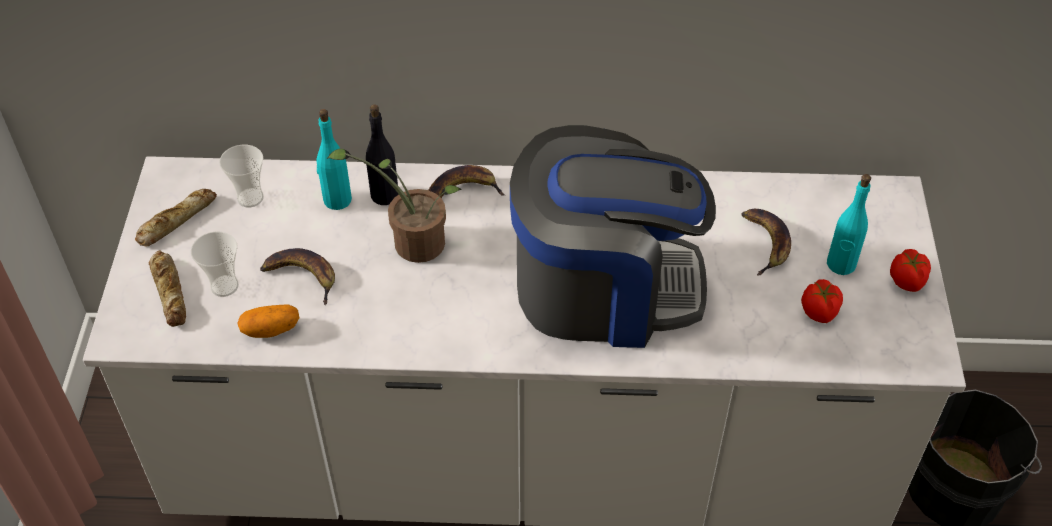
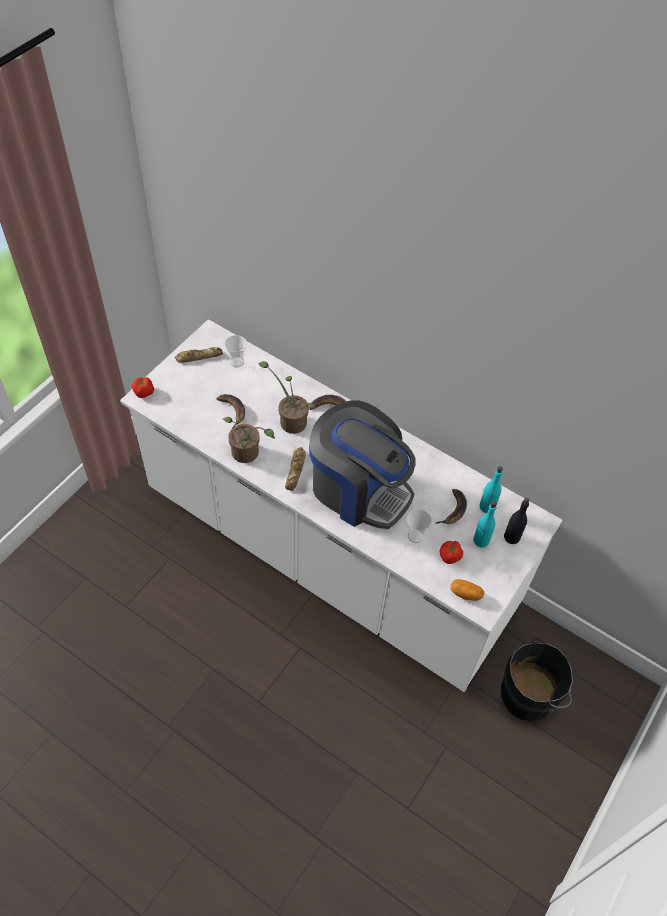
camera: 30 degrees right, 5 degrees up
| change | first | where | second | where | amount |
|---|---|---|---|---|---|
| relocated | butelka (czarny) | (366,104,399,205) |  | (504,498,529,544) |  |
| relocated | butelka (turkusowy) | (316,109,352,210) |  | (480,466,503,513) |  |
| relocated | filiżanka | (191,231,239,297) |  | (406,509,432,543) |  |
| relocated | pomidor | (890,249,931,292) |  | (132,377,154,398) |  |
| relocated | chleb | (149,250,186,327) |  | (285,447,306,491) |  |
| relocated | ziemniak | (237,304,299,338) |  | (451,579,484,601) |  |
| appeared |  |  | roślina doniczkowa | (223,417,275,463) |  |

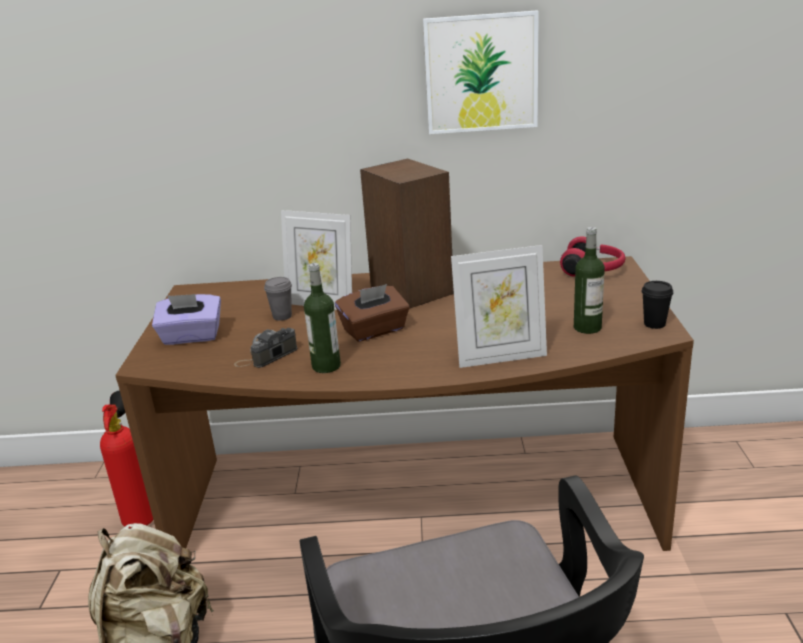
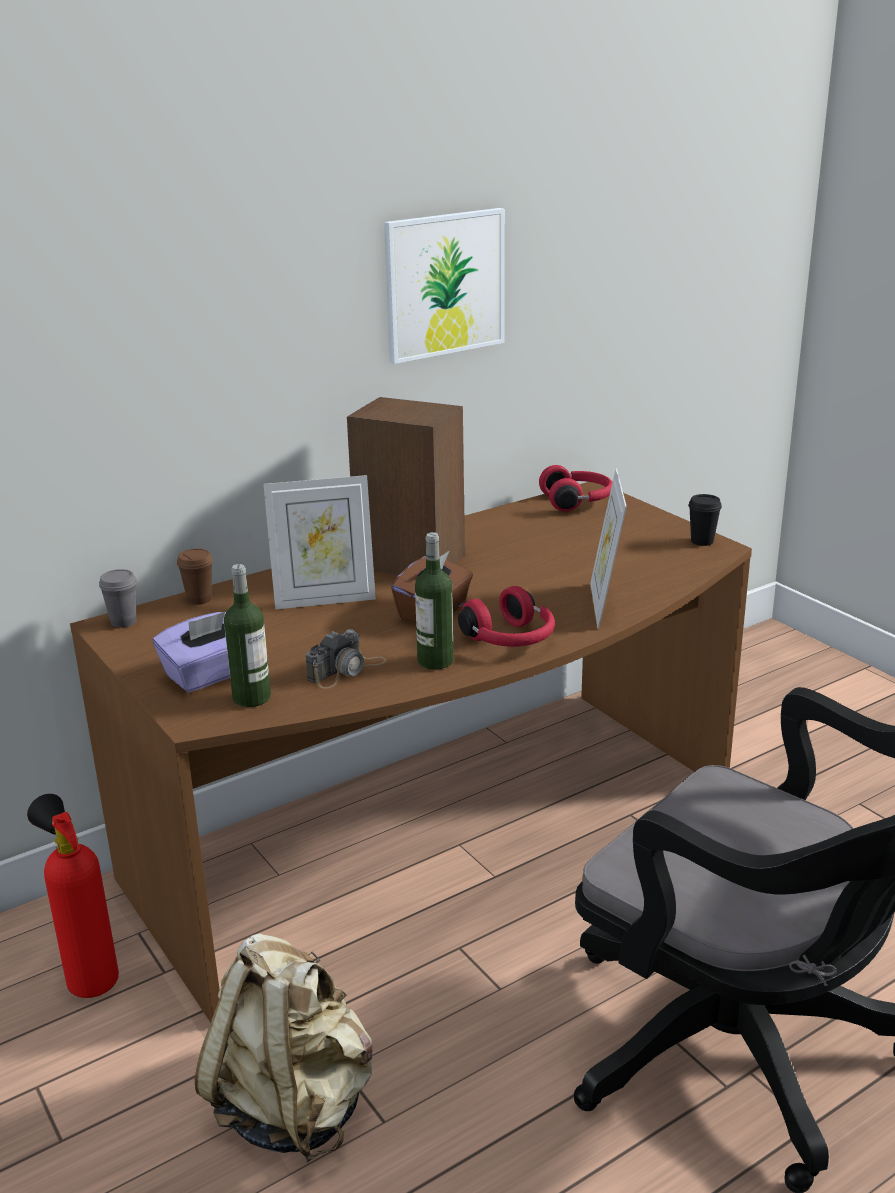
camera: 35 degrees left, 0 degrees up
| change | first | where | second | where | amount |
|---|---|---|---|---|---|
| relocated | butelka | (574,227,605,334) |  | (224,564,271,707) |  |
| spun | ramka na zdjęcie | (451,245,547,368) |  | (590,469,627,629) | 135 degrees clockwise |
| relocated | filiżanka (szary) | (264,277,292,321) |  | (99,569,137,628) |  |
| spun | aparat fotograficzny | (234,328,298,368) |  | (306,629,387,689) | 150 degrees counterclockwise |
| appeared |  |  | filiżanka (brązowy) | (177,548,213,605) |  |
| appeared |  |  | słuchawki (czerwony) | (458,586,555,647) |  |

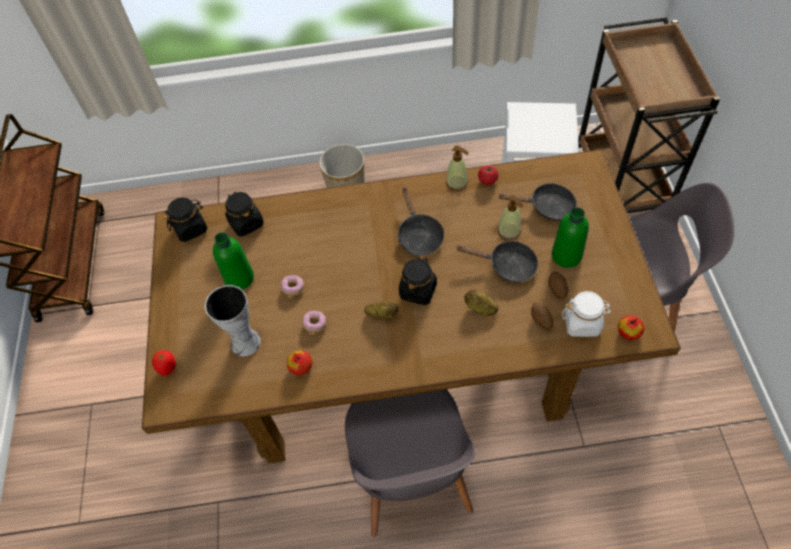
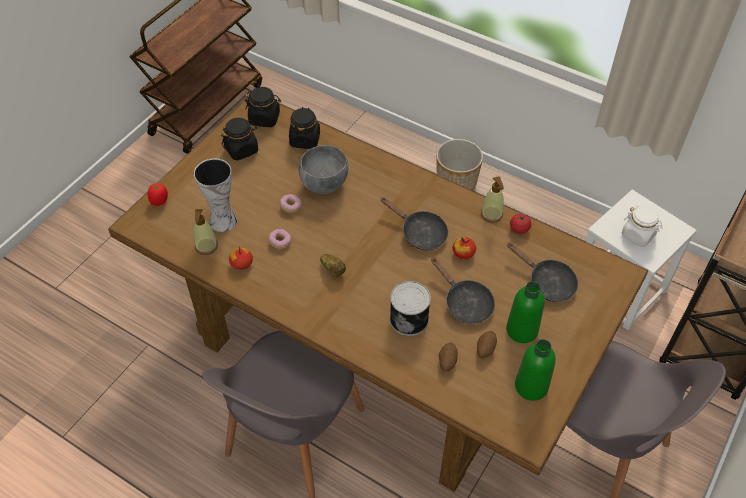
camera: 35 degrees right, 5 degrees down
| change | first | where | second | where | amount |
|---|---|---|---|---|---|
| spun | patelnia (czarny) | (398,187,444,256) |  | (380,197,448,251) | 75 degrees counterclockwise |
| relocated | dozownik mydła | (498,195,523,241) |  | (193,209,218,255) |  |
| relocated | butelka (zielony) | (213,232,254,290) |  | (515,339,556,401) |  |
| relocated | słoik (czarny) | (399,257,437,305) |  | (221,118,258,161) |  |
| exchanged | ziemniak | (464,290,498,316) | puszka | (390,281,431,336) |  |
| relocated | słoik (biały) | (562,291,611,337) |  | (622,205,663,247) |  |
| relocated | jabłko | (618,315,644,340) |  | (453,237,476,259) |  |
| appeared |  |  | miska (szary) | (299,145,349,194) |  |

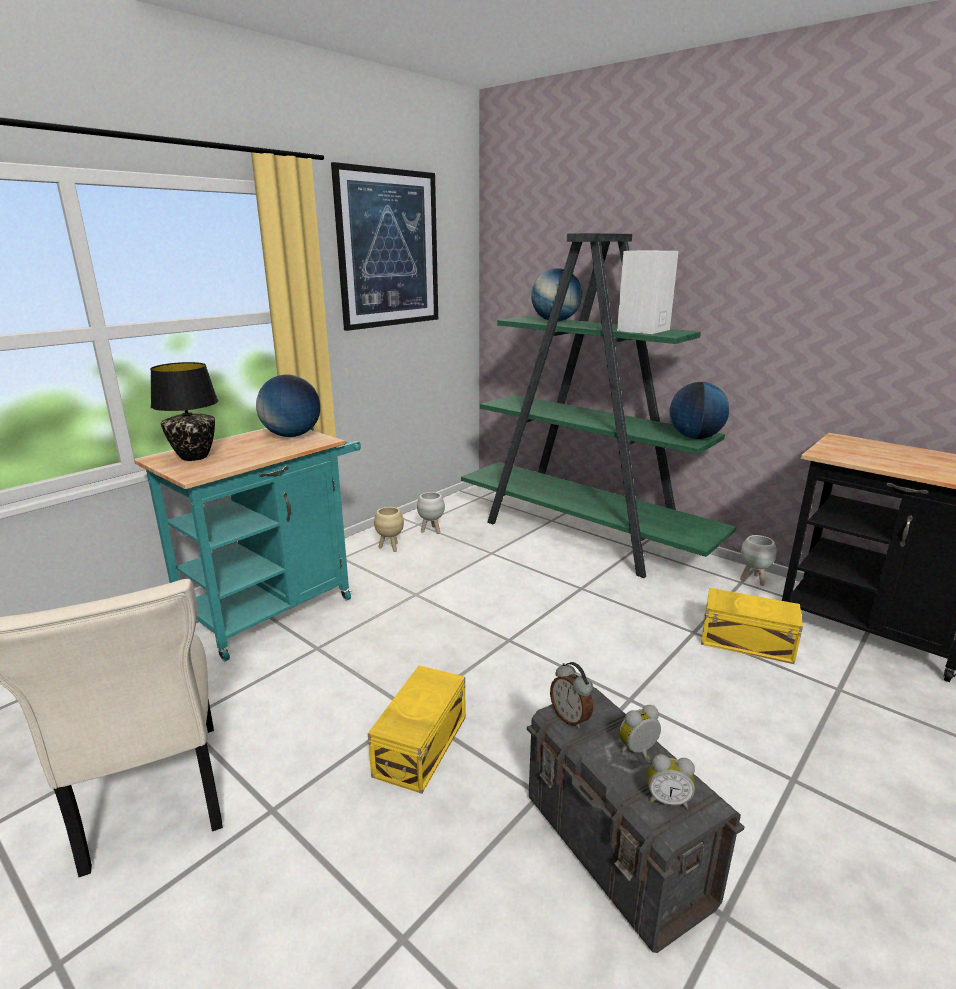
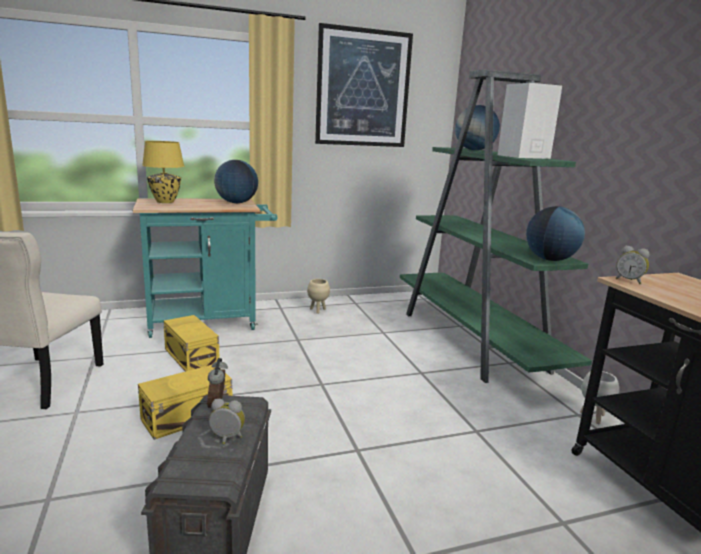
camera: 30 degrees right, 5 degrees down
| change | first | where | second | where | amount |
|---|---|---|---|---|---|
| colour | lampa stołowa (czarny) | (150,362,218,461) | lampa stołowa (żółty) | (142,141,184,203) |  |
| missing | donica (biały) | (417,492,445,534) |  |  |  |
| relocated | pojemnik do przechowywania (żółty) | (701,588,803,664) |  | (163,315,219,372) |  |
| relocated | budzik | (648,754,695,809) |  | (616,246,649,284) |  |

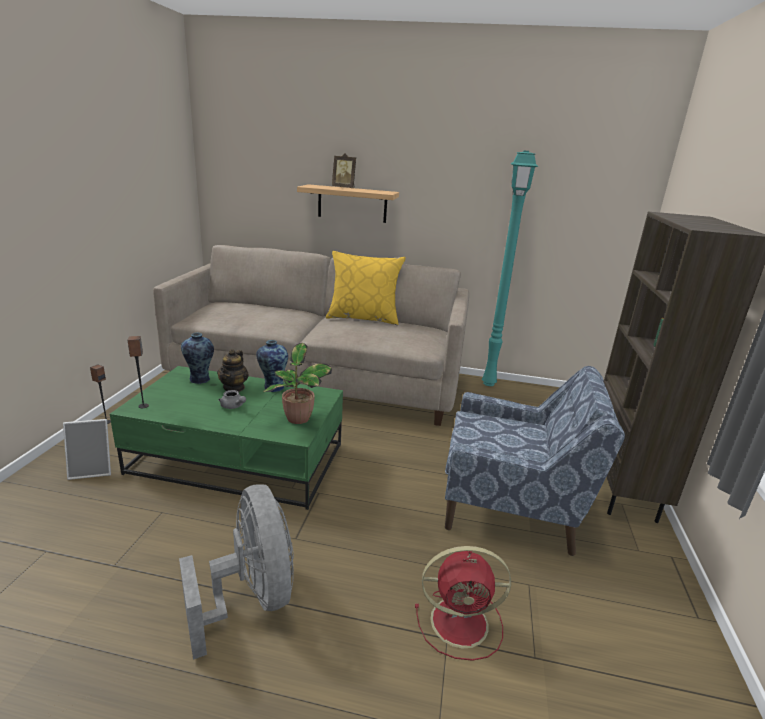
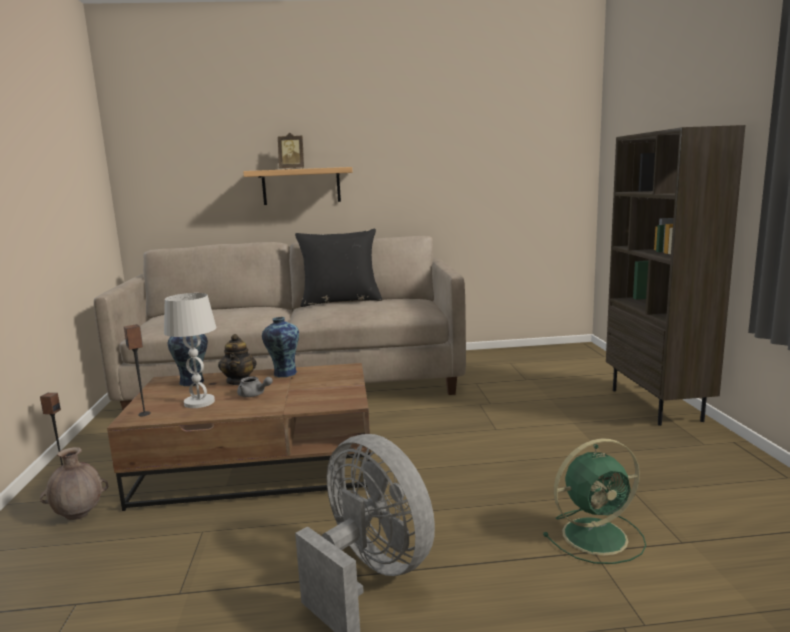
camera: 15 degrees left, 10 degrees down
| change | first | where | second | where | amount |
|---|---|---|---|---|---|
| missing | lampa stojąca (turkusowy) | (482,150,538,386) |  |  |  |
| colour | poduszka (żółty) | (326,251,406,325) | poduszka (czarny) | (295,229,382,307) |  |
| missing | roślina doniczkowa | (263,343,332,424) |  |  |  |
| colour | ława (zielony) | (110,366,343,510) | ława (brązowy) | (107,363,371,511) |  |
| missing | fotel (niebieski) | (445,366,625,556) |  |  |  |
| exchanged | ramka na zdjęcie | (63,419,111,480) | wazon (brązowy) | (40,447,108,520) |  |
| colour | wentylator (czerwony) | (415,546,511,661) | wentylator (zielony) | (543,438,646,564) |  |
| appeared |  |  | lampa stołowa (biały) | (164,293,217,408) |  |

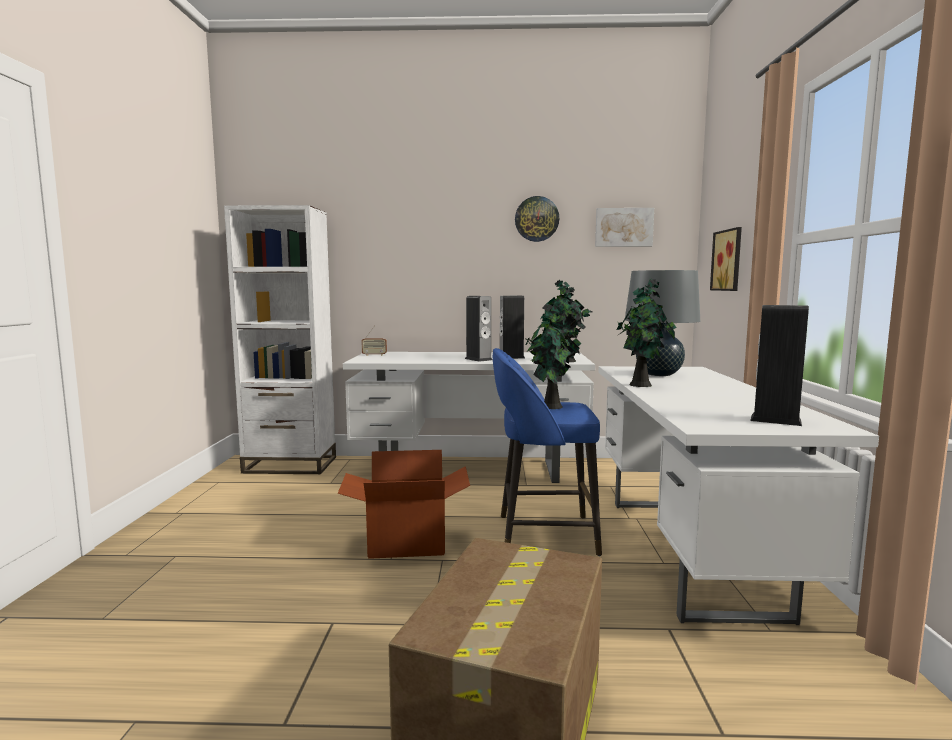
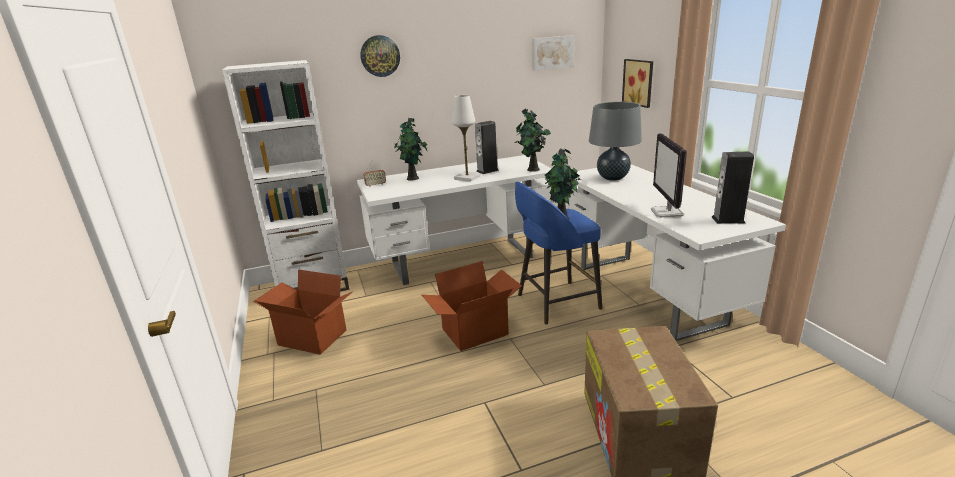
camera: 20 degrees left, 15 degrees up
| change | first | where | second | where | amount |
|---|---|---|---|---|---|
| relocated | zegar ścienny | (515,196,559,242) |  | (360,35,400,77) |  |
| relocated | roślina doniczkowa | (617,278,677,387) |  | (394,118,427,181) |  |
| exchanged | głośnik | (465,296,492,362) | lampa stołowa (biały) | (452,95,480,182) |  |
| appeared |  |  | monitor | (651,133,687,218) |  |
| appeared |  |  | karton | (253,269,352,355) |  |

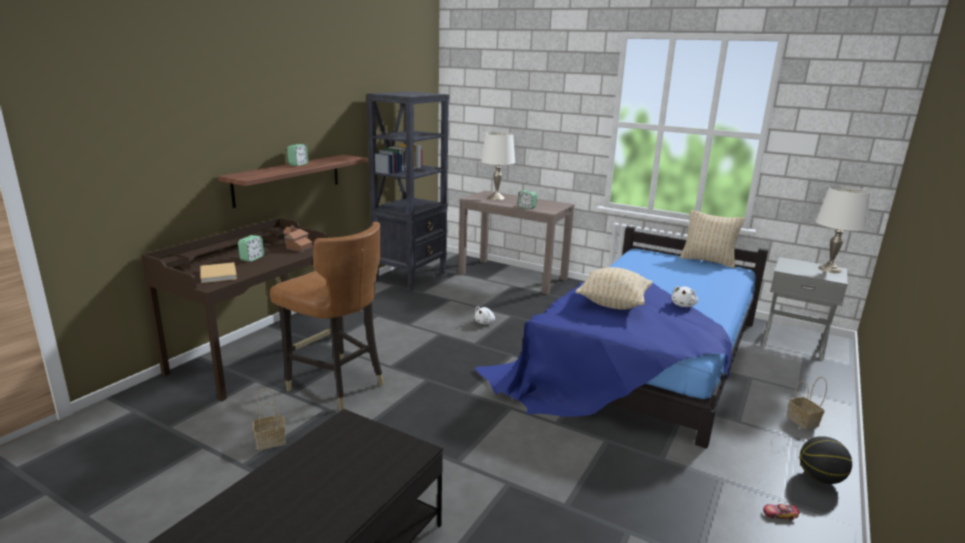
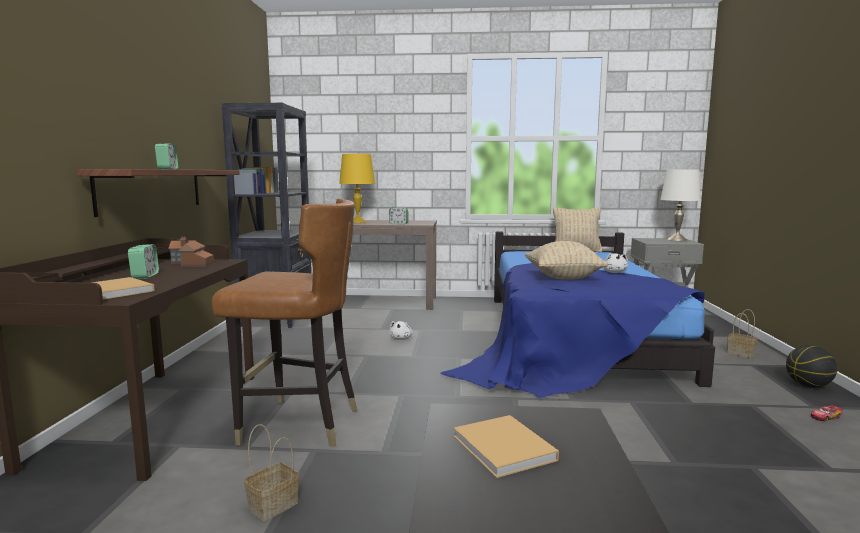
camera: 25 degrees left, 10 degrees down
| change | first | where | second | where | amount |
|---|---|---|---|---|---|
| colour | lampa stołowa (biały) | (481,132,515,200) | lampa stołowa (żółty) | (339,154,375,223) |  |
| appeared |  |  | książka (beżowy) | (454,415,559,478) |  |

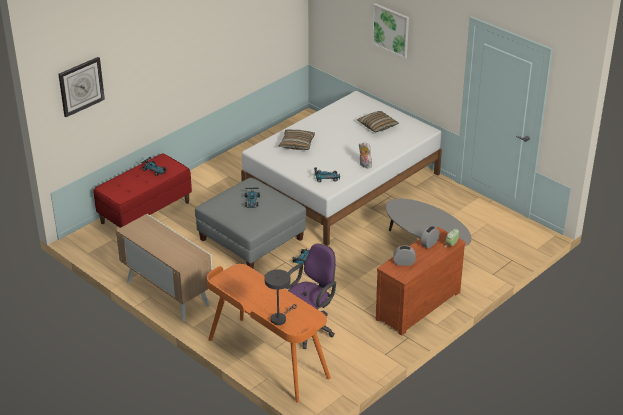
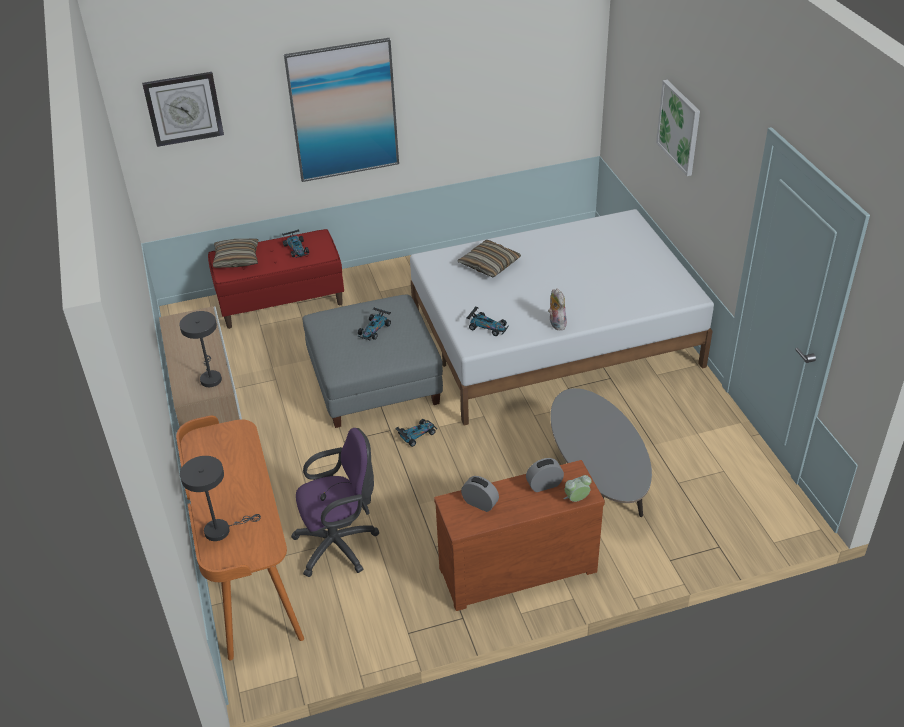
camera: 30 degrees right, 5 degrees up
| change | first | where | second | where | amount |
|---|---|---|---|---|---|
| relocated | poduszka | (357,111,399,133) |  | (213,239,259,268) |  |
| appeared |  |  | obraz | (284,38,399,182) |  |
| appeared |  |  | lampa stołowa (szary) | (179,311,222,387) |  |

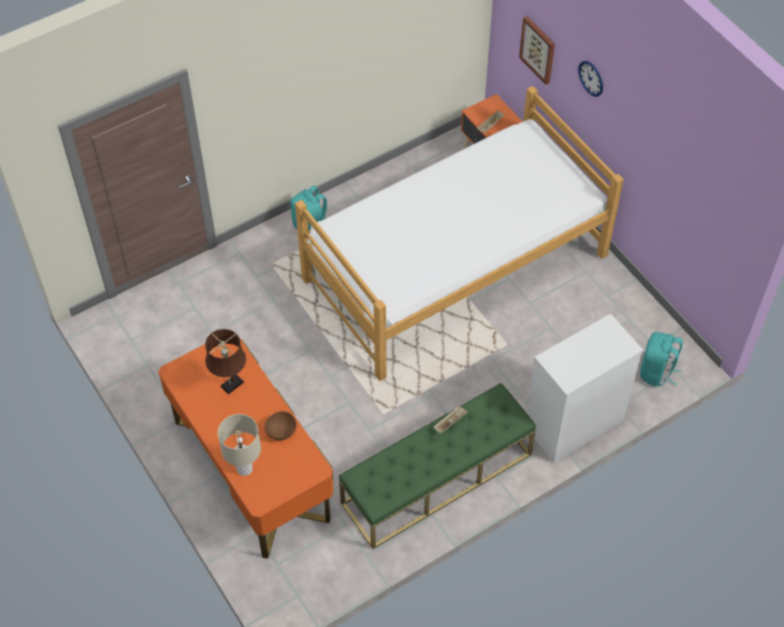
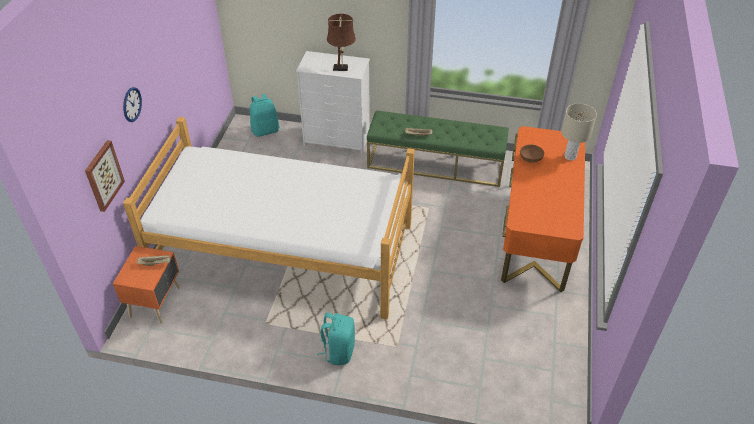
camera: 135 degrees left, 10 degrees down
| change | first | where | second | where | amount |
|---|---|---|---|---|---|
| relocated | lampa stołowa (brązowy) | (205,329,246,394) |  | (327,14,356,71) |  |

